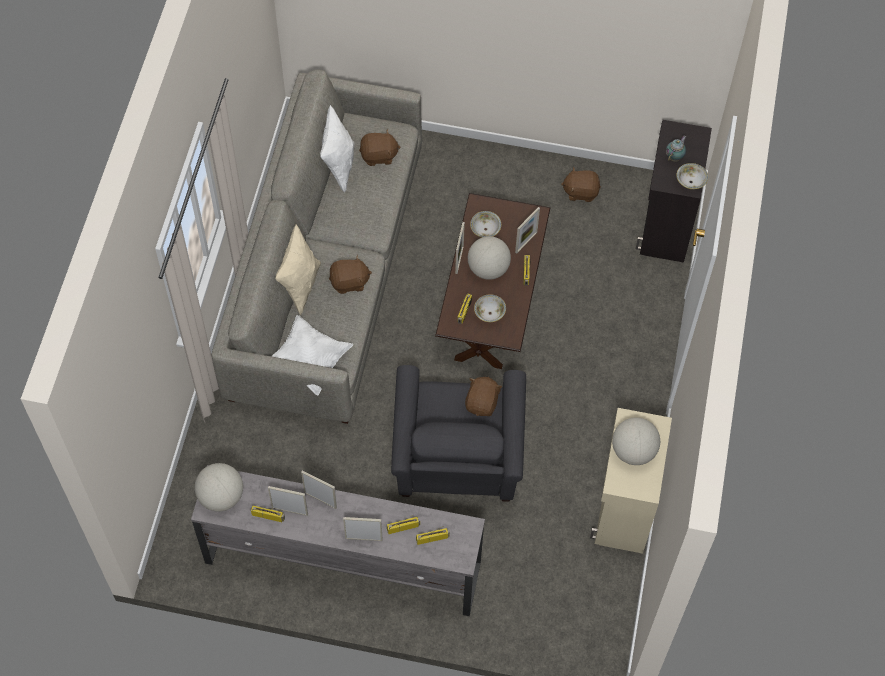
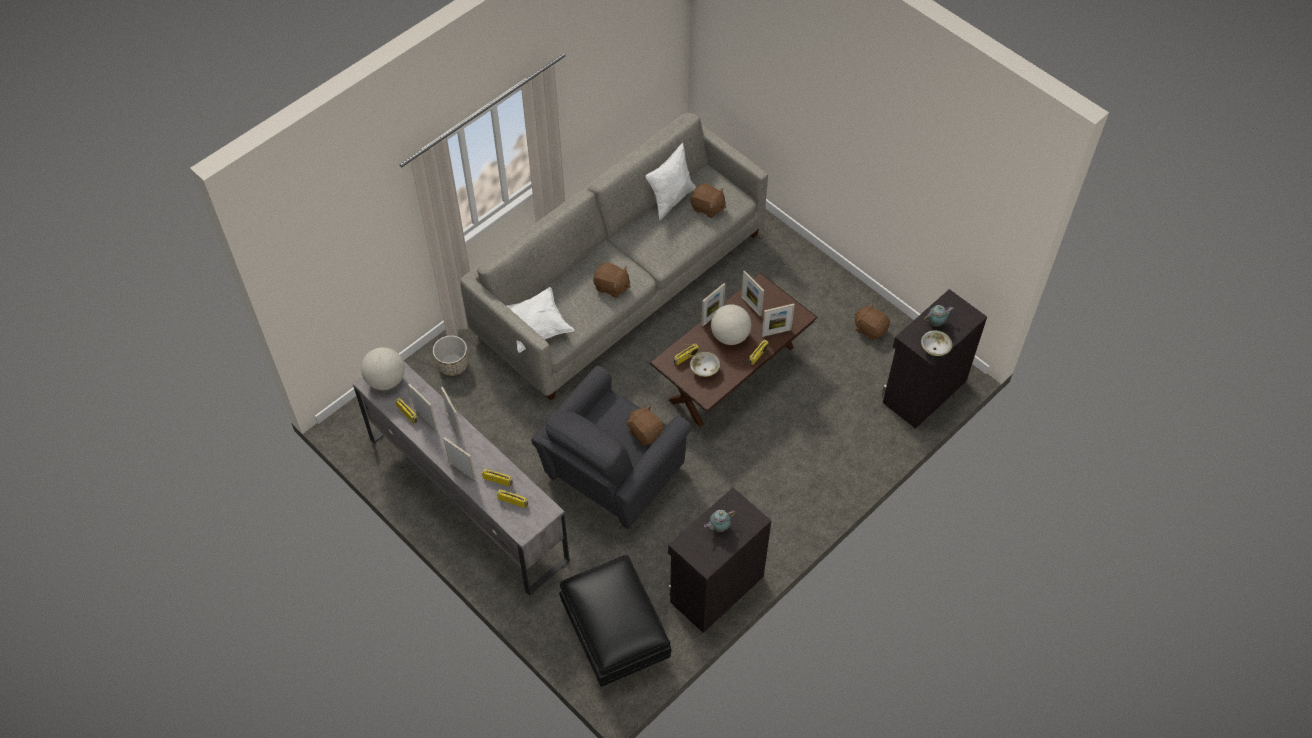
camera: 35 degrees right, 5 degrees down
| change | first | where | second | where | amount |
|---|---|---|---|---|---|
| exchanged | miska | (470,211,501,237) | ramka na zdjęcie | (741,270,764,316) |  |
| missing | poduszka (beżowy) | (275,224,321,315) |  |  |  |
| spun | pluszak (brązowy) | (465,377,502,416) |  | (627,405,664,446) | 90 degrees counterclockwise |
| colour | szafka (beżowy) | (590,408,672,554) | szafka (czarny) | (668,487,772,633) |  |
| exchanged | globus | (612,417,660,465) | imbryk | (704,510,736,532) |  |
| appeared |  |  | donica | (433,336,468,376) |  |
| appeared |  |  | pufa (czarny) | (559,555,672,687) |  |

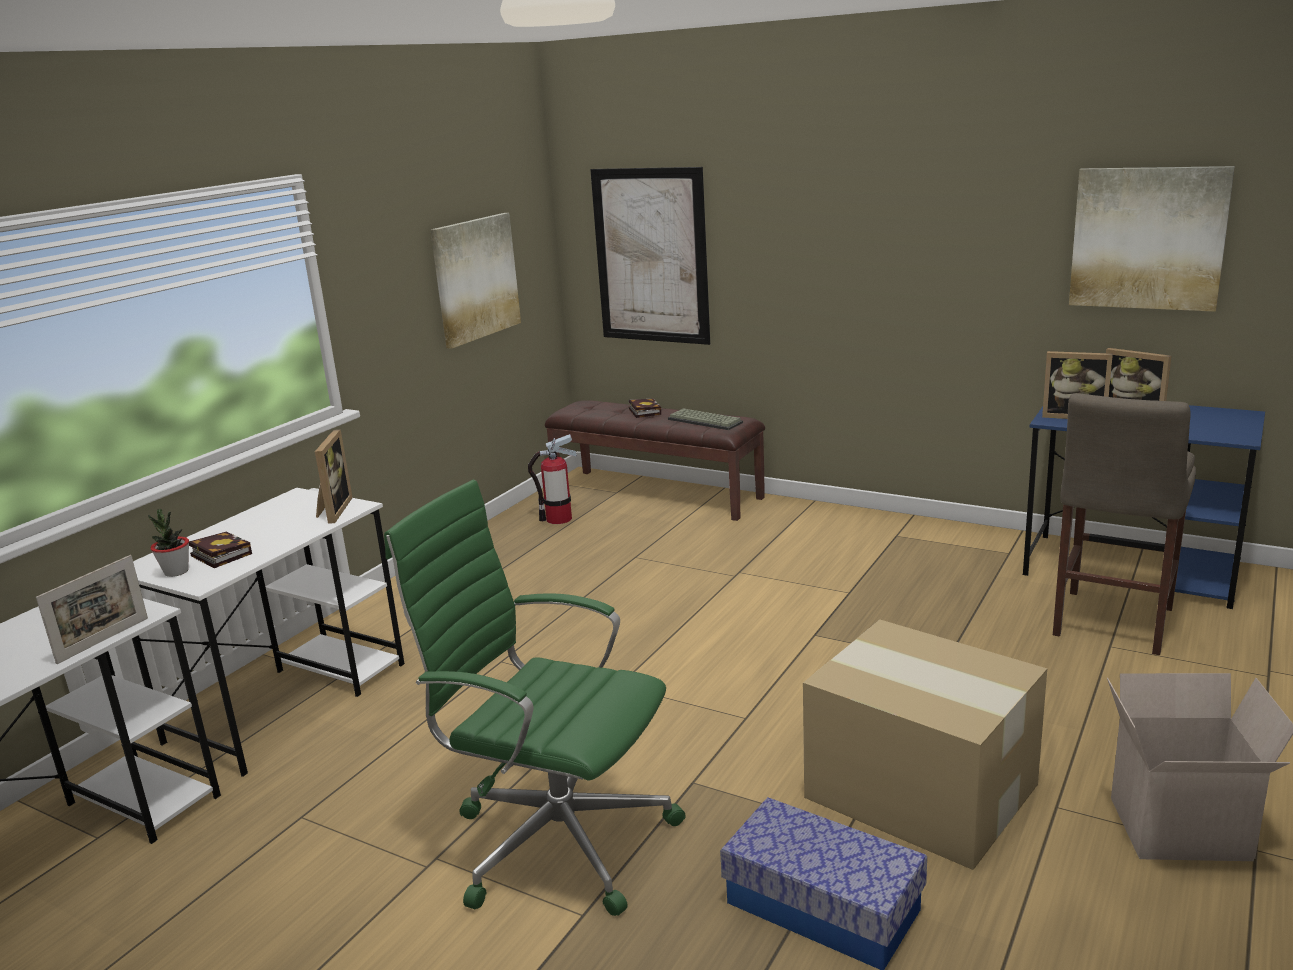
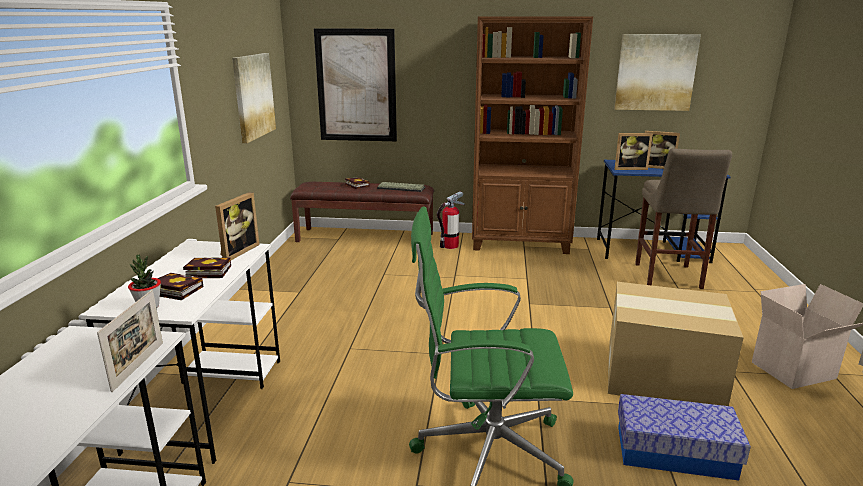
camera: 25 degrees left, 0 degrees up
| change | first | where | second | where | amount |
|---|---|---|---|---|---|
| spun | ramka na zdjęcie | (315,429,353,524) |  | (215,192,259,260) | 45 degrees clockwise |
| relocated | gaśnica | (528,434,577,524) |  | (437,192,465,249) |  |
| appeared |  |  | regał (brązowy) | (472,16,593,254) |  |
| appeared |  |  | książka | (183,257,231,278) |  |

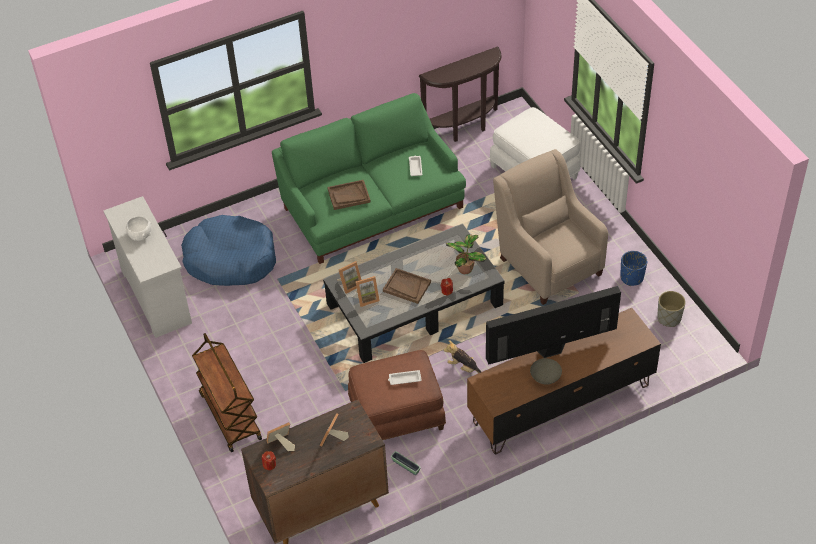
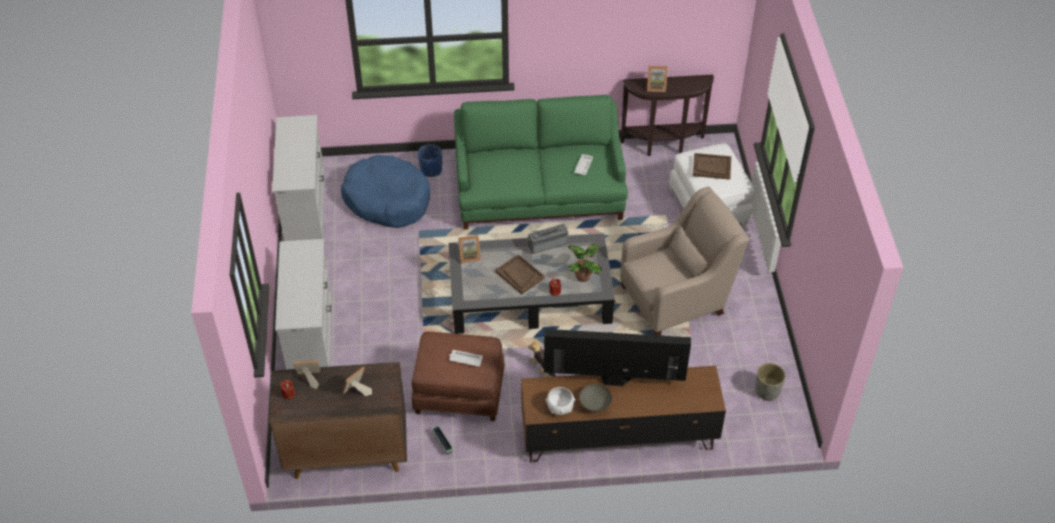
camera: 20 degrees right, 0 degrees up
| change | first | where | second | where | amount |
|---|---|---|---|---|---|
| spun | fotel (beżowy) | (493,149,608,305) |  | (620,187,749,336) | 75 degrees clockwise |
| relocated | taca (brązowy) | (327,180,371,210) |  | (693,153,731,180) |  |
| relocated | miska (biały) | (125,216,151,241) |  | (545,387,575,415) |  |
| relocated | donica (niebieski) | (621,251,647,286) |  | (418,144,442,177) |  |
| relocated | ramka na zdjęcie | (355,276,380,307) |  | (647,66,668,92) |  |
| exchanged | wózek (brązowy) | (192,333,262,452) | komoda (biały) | (275,239,333,369) |  |
| appeared |  |  | radio | (526,224,568,254) |  |

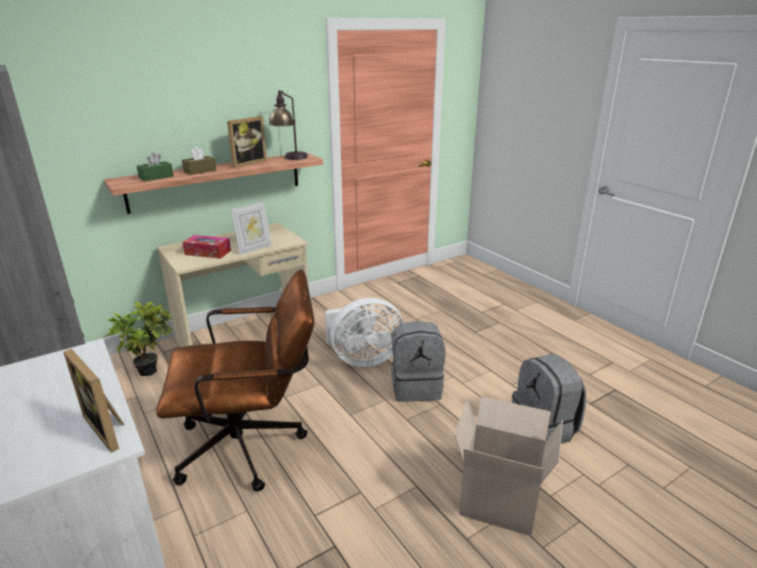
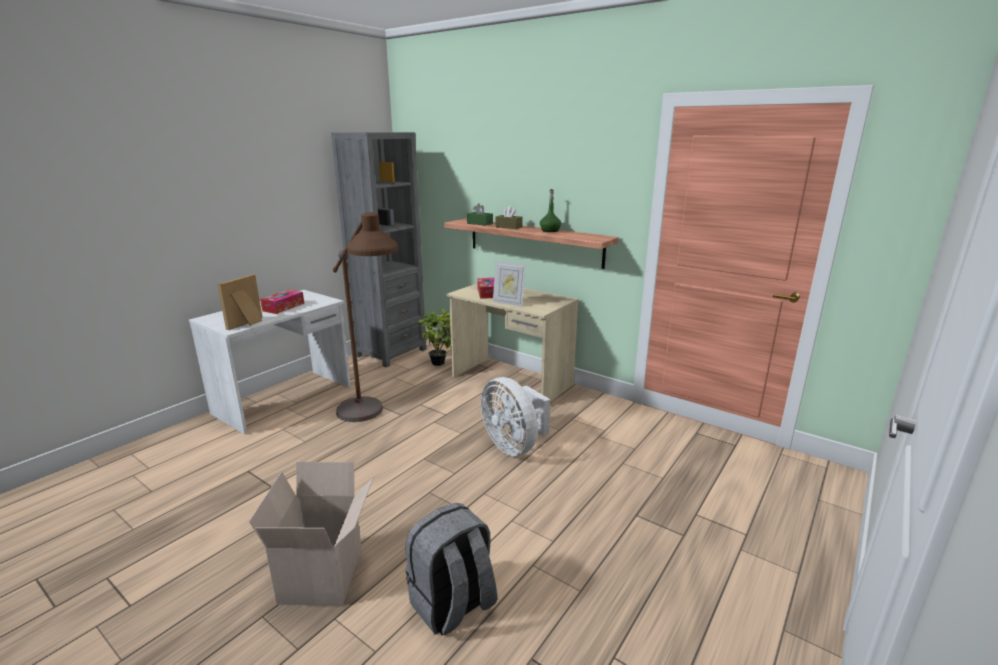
camera: 70 degrees right, 5 degrees down
| change | first | where | second | where | amount |
|---|---|---|---|---|---|
| missing | lampa stołowa | (269,90,308,160) |  |  |  |
| exchanged | ramka na zdjęcie | (227,116,267,168) | butelka (zielony) | (540,189,561,232) |  |
| exchanged | krzesło biurowe (brązowy) | (156,269,314,492) | lampa stojąca (brązowy) | (333,212,398,422) |  |
| missing | plecak (szary) | (391,321,445,402) |  |  |  |
| appeared |  |  | pudełko chusteczek | (260,290,304,314) |  |

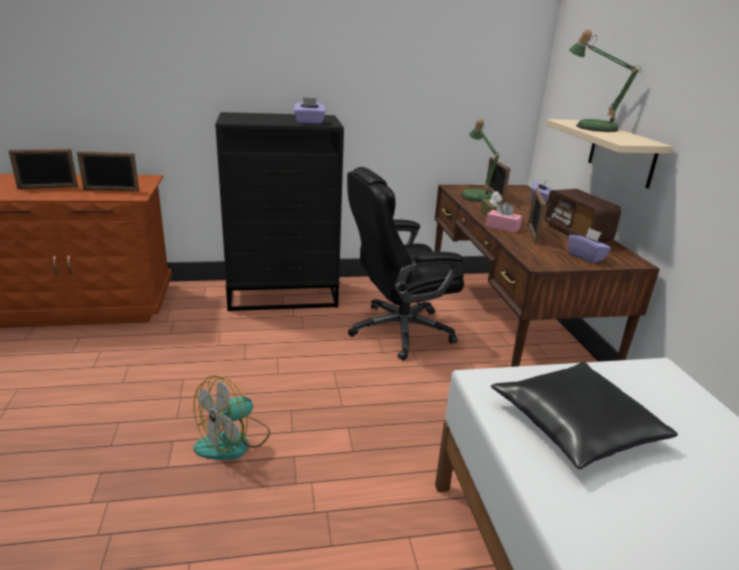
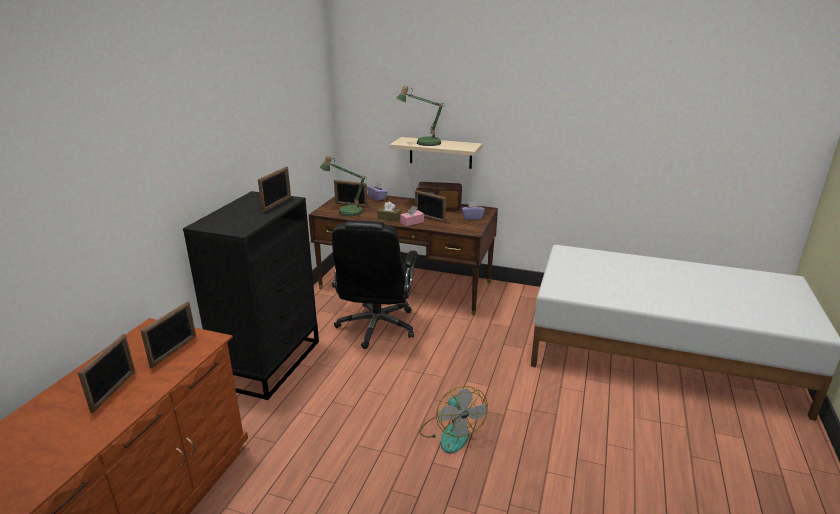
camera: 60 degrees left, 0 degrees up
| change | first | where | second | where | amount |
|---|---|---|---|---|---|
| exchanged | pudełko chusteczek (fioletowy) | (294,97,325,124) | ramka na zdjęcie | (258,166,291,212) |  |
| missing | poduszka (czarny) | (491,362,678,469) |  |  |  |

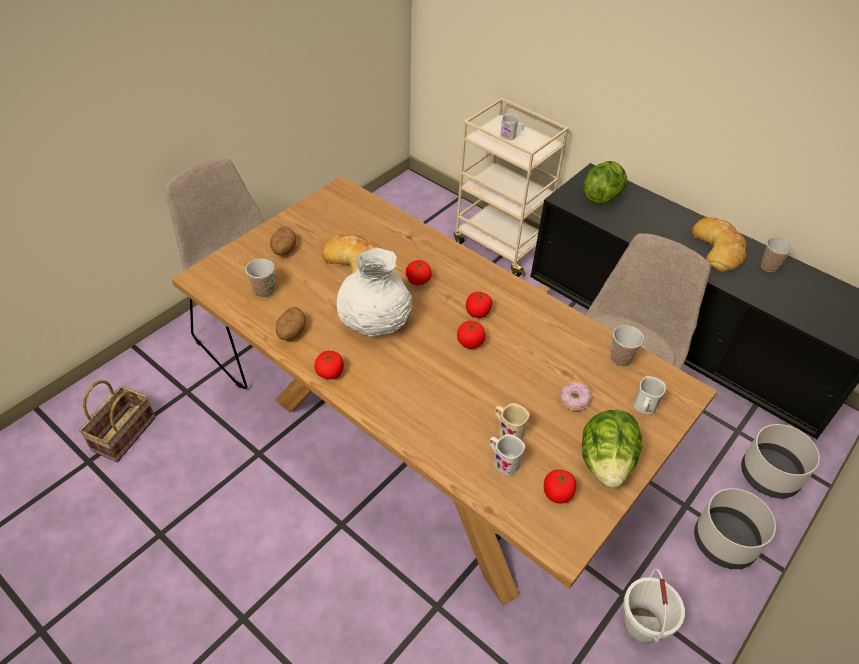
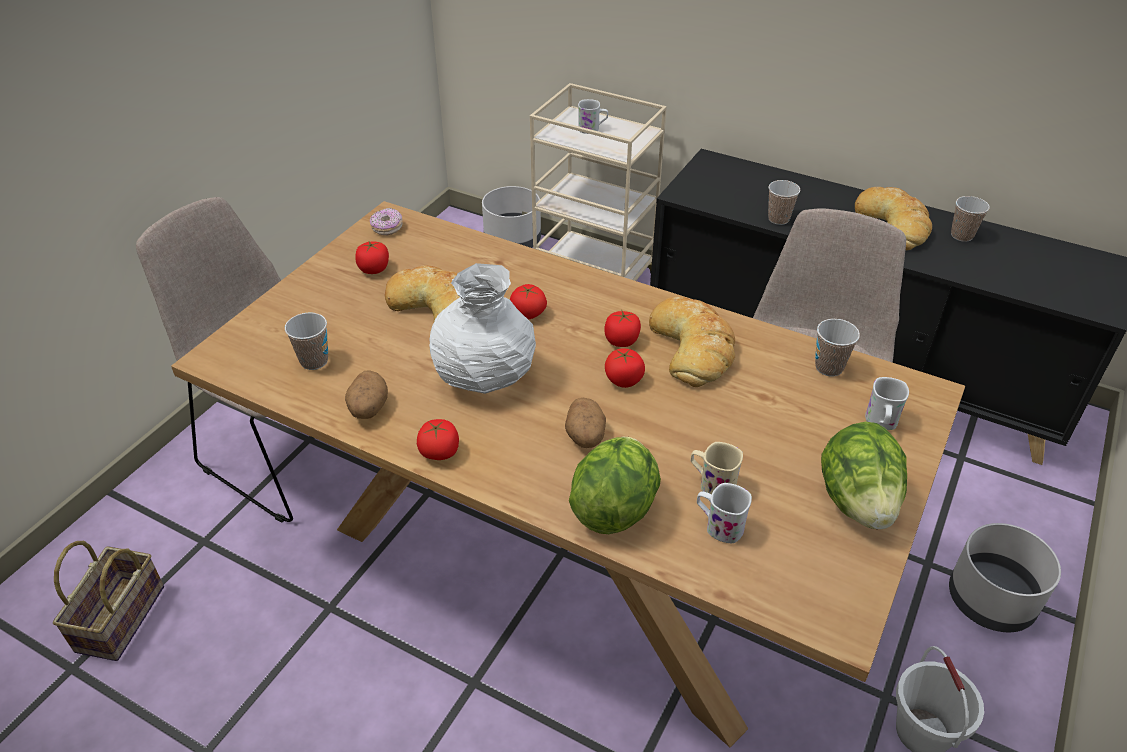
camera: 10 degrees left, 5 degrees down
| change | first | where | second | where | amount |
|---|---|---|---|---|---|
| relocated | sałata | (583,161,627,204) |  | (569,437,661,534) |  |
| relocated | ziemniak | (270,226,296,256) |  | (565,398,606,448) |  |
| relocated | donut | (560,382,591,411) |  | (370,208,402,235) |  |
| relocated | donica (szary) | (741,424,820,498) |  | (482,186,541,248) |  |
| relocated | pomidor | (544,470,576,504) |  | (355,241,389,274) |  |
| appeared |  |  | filiżanka | (768,180,800,225) |  |
| appeared |  |  | chleb | (649,297,735,387) |  |

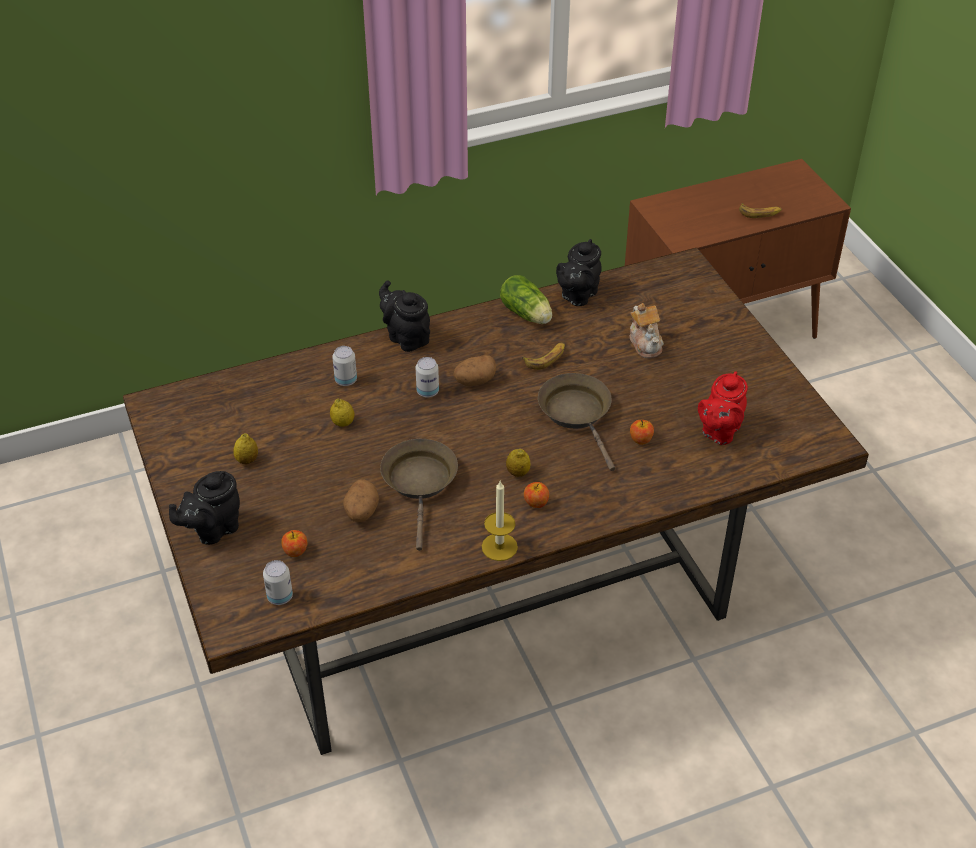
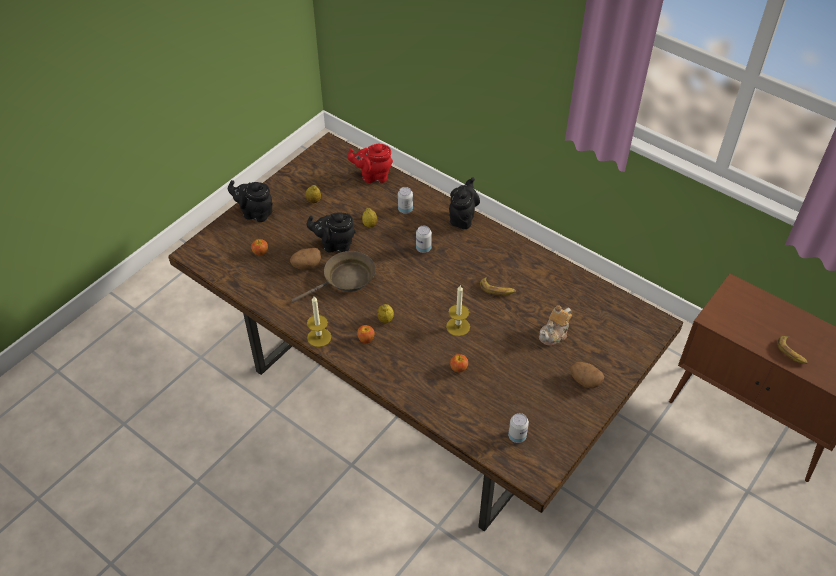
camera: 60 degrees right, 5 degrees up
| change | first | where | second | where | amount |
|---|---|---|---|---|---|
| relocated | imbryk (czarny) | (556,239,602,306) |  | (307,213,355,253) |  |
| missing | sałata | (500,275,552,324) |  |  |  |
| relocated | ziemniak | (453,355,496,386) |  | (570,362,604,388) |  |
| relocated | imbryk (czerwony) | (698,371,748,445) |  | (347,143,393,183) |  |
| exchanged | patelnia (brązowy) | (538,373,615,471) | świeca | (446,285,470,336) |  |
| relocated | puszka | (263,560,293,605) |  | (508,413,529,443) |  |

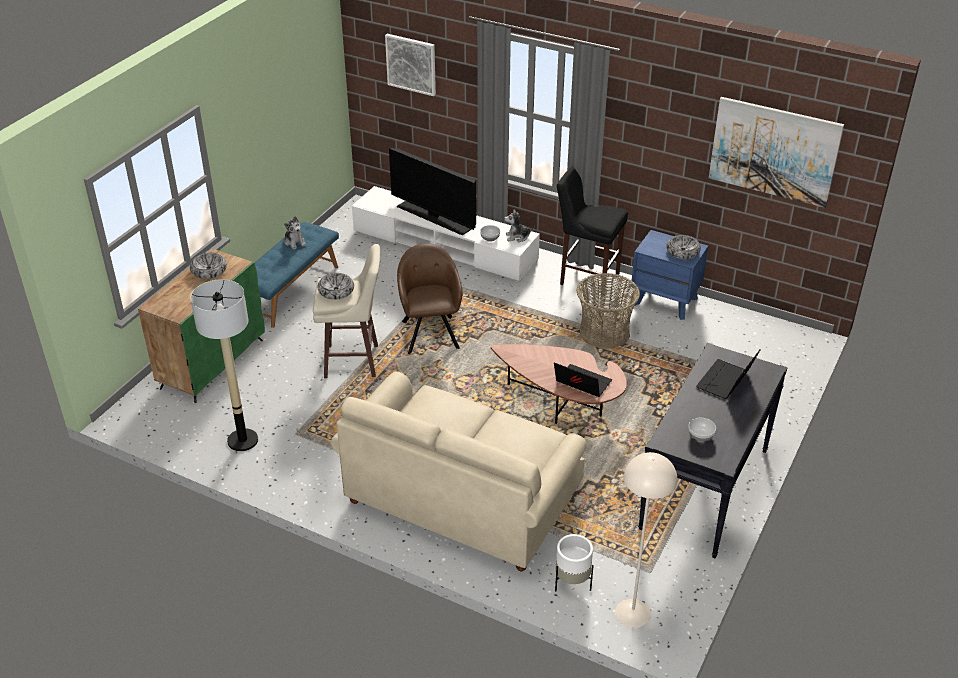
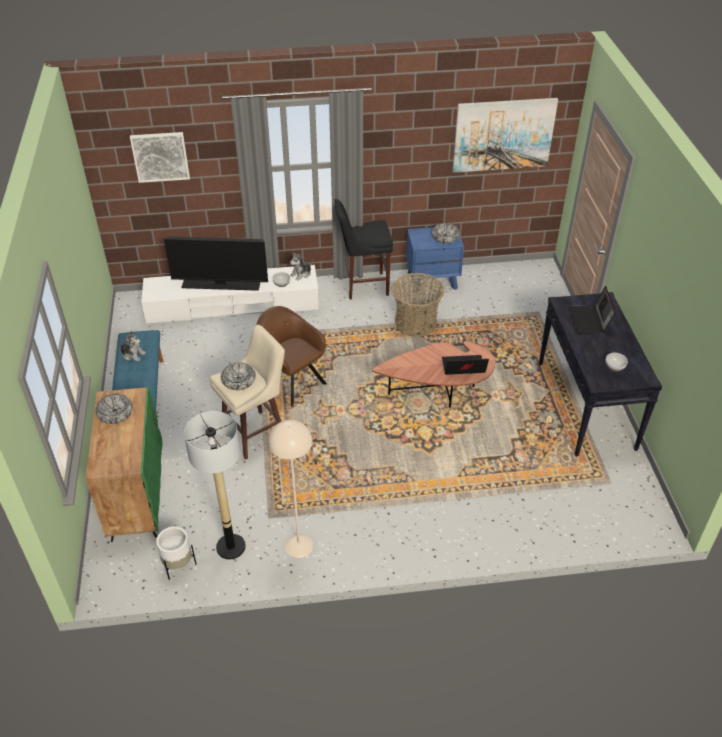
camera: 35 degrees left, 5 degrees up
| change | first | where | second | where | amount |
|---|---|---|---|---|---|
| missing | kanapa (beżowy) | (331,371,587,572) |  |  |  |
| relocated | lampa stojąca (beżowy) | (615,452,677,627) |  | (268,420,313,558) |  |
| relocated | donica (biały) | (555,534,594,592) |  | (156,526,196,580) |  |

